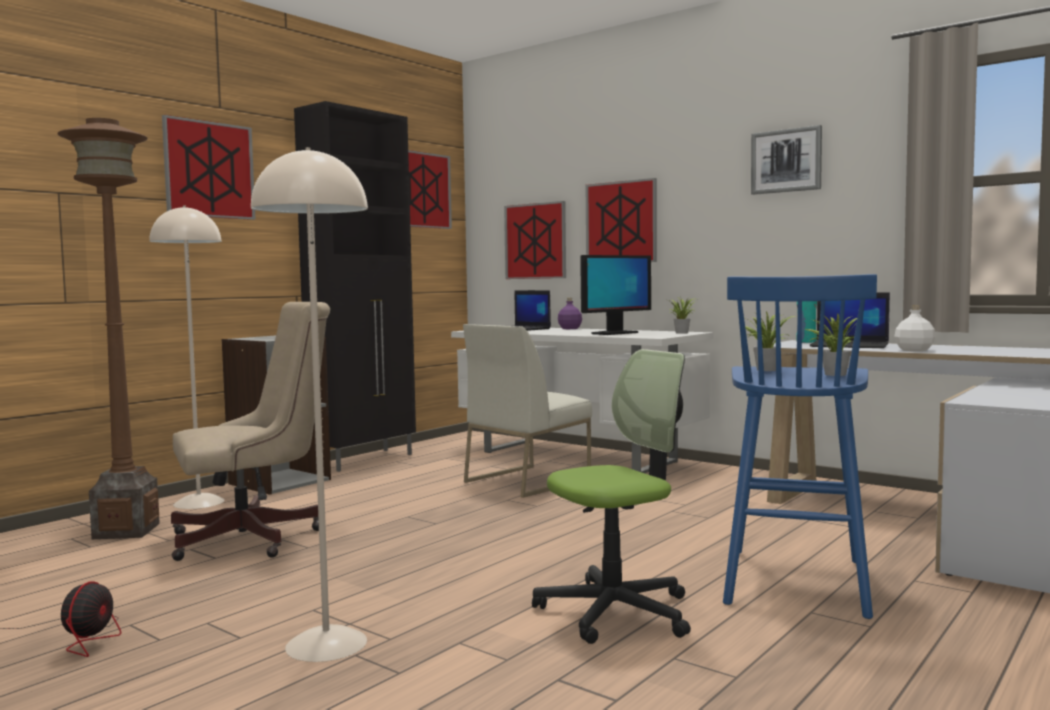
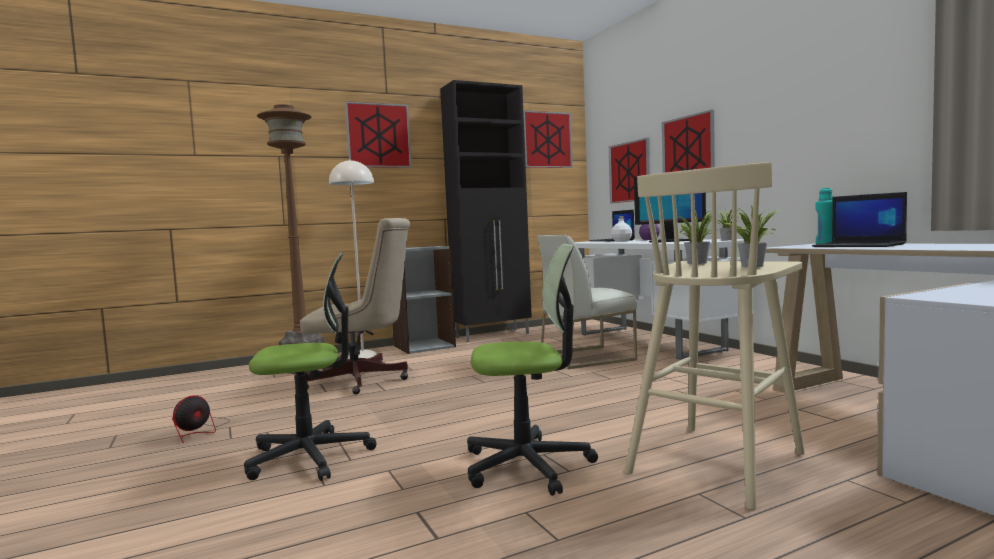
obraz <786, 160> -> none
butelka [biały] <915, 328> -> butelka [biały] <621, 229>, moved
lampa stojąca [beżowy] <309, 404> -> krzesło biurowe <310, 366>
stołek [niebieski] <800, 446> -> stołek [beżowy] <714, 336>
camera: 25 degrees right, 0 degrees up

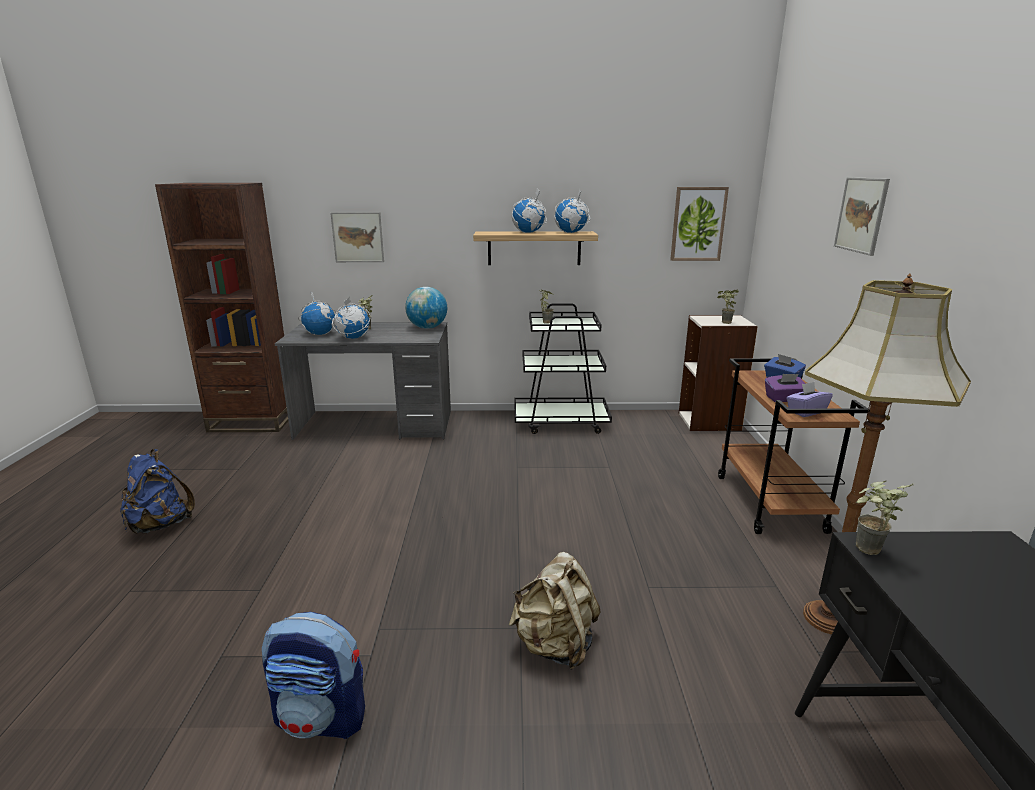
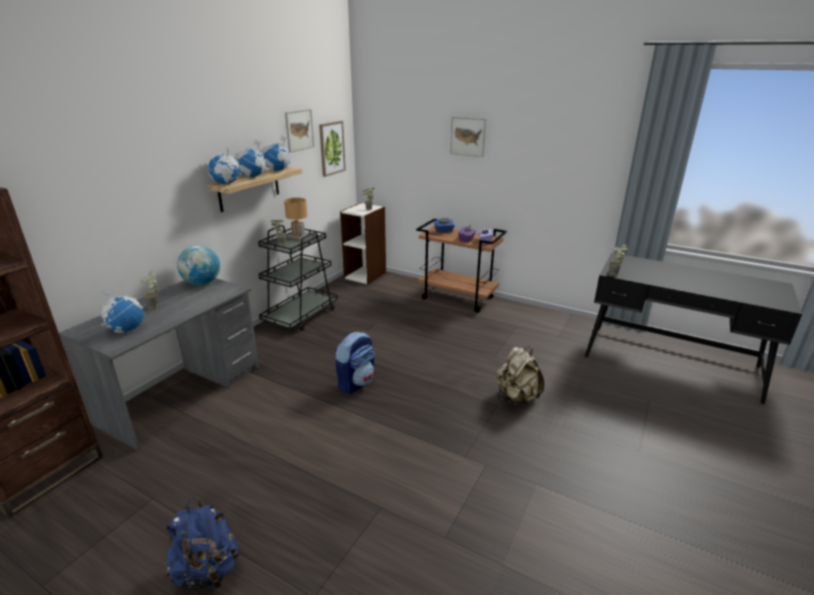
lampa stojąca <887, 454> -> none
none -> lampa stołowa [brązowy] <296, 219>
plecak <313, 675> -> plecak <355, 363>, moved
obraz <357, 237> -> obraz <299, 131>, moved
globus <351, 318> -> globus <224, 165>, moved
camera: 60 degrees left, 5 degrees up

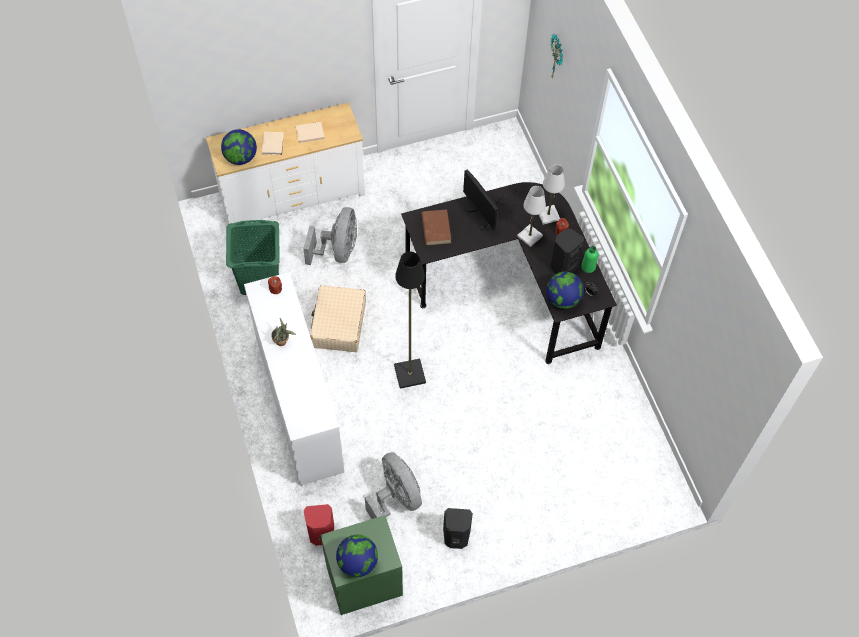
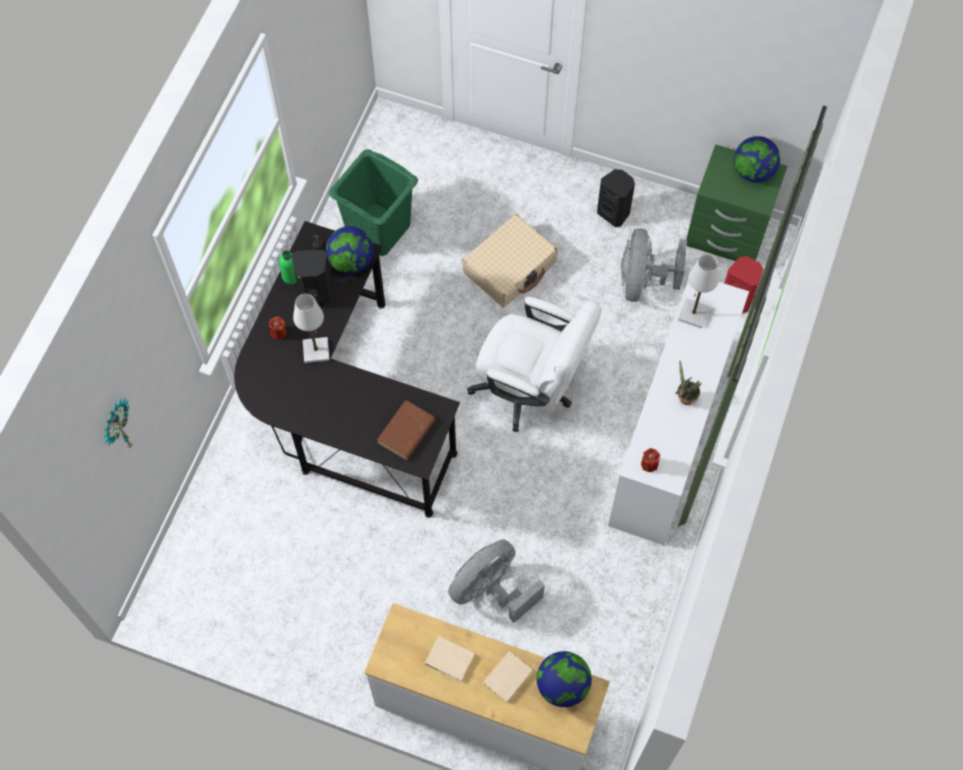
monitor <493, 200> -> none
kosz na pranie [zielony] <253, 257> -> kosz na pranie [zielony] <373, 202>, moved
walizka [beżowy] <338, 318> -> walizka [beżowy] <510, 260>, moved
lampa stołowa [biały] <552, 194> -> lampa stołowa [biały] <698, 291>, moved
lampa stojąca [czarny] <410, 320> -> krzesło biurowe [biały] <534, 364>
camera: 140 degrees left, 5 degrees up

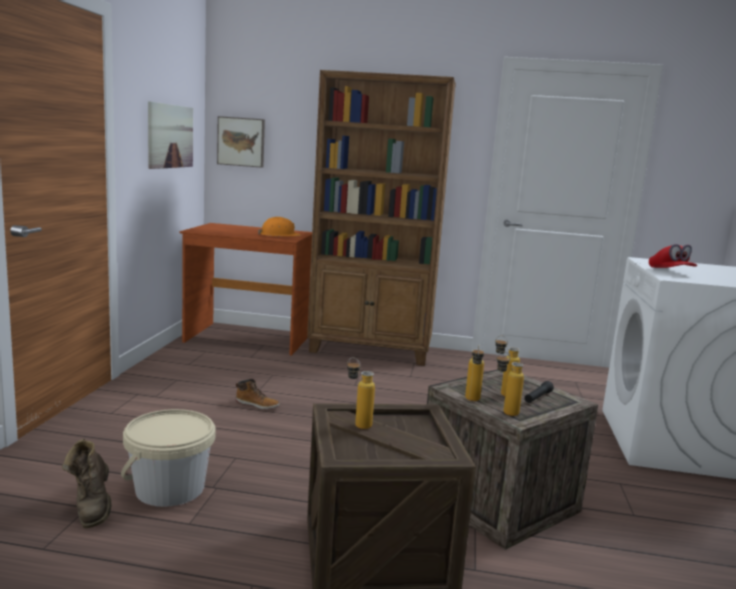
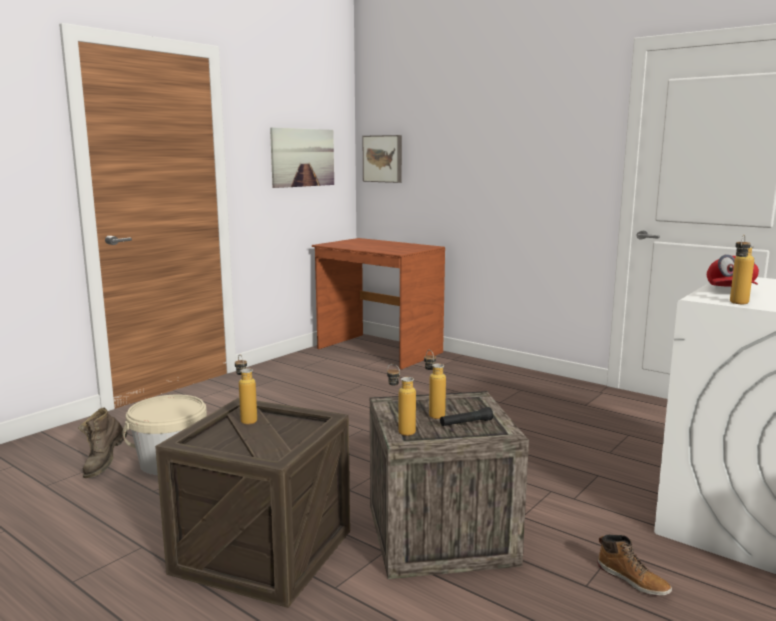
kask [pomarańczowy] <279, 226> -> none
regał [brązowy] <381, 218> -> none
but z cholewką <258, 394> -> but z cholewką <634, 565>, moved
butelka <474, 373> -> butelka <742, 269>, moved
camera: 30 degrees right, 0 degrees up

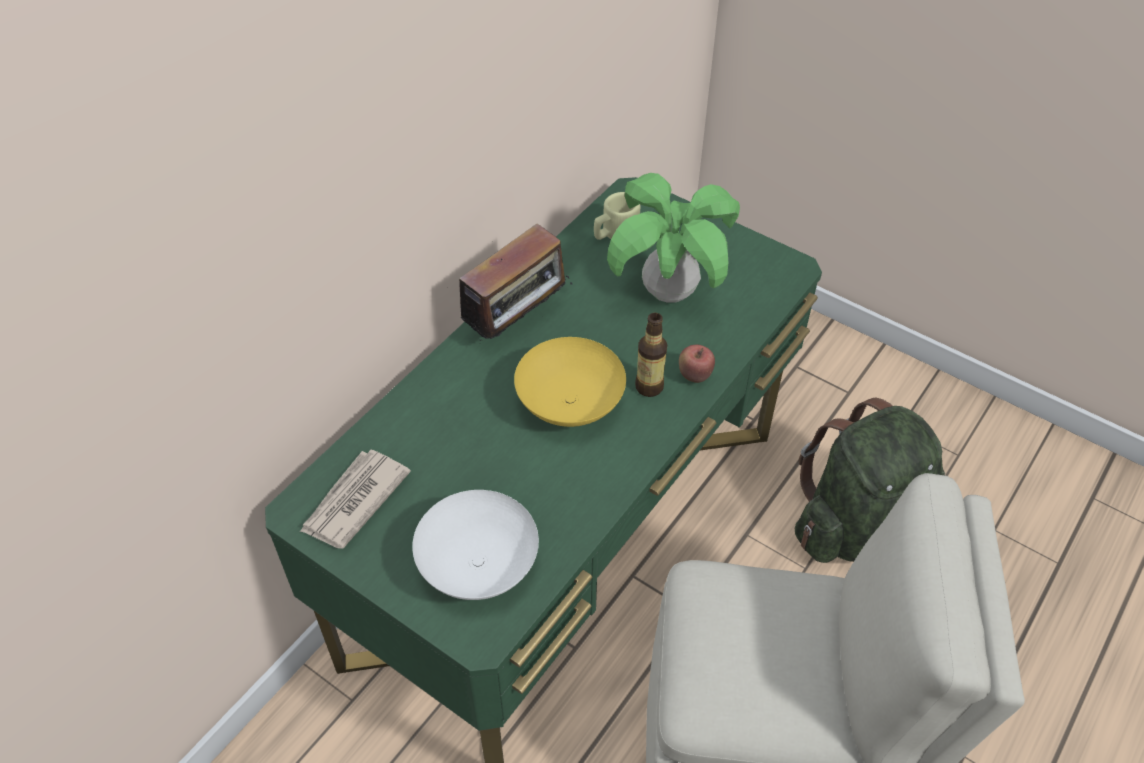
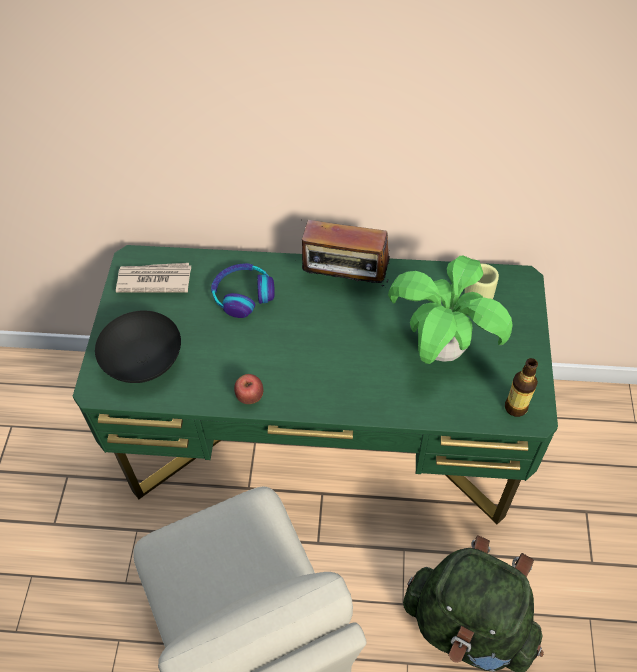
miska [żółty] <570, 382> -> none
none -> słuchawki <243, 290>
butelka <651, 355> -> butelka <521, 387>, moved
jabłko <697, 364> -> jabłko <248, 389>, moved
miska [biały] <475, 545> -> miska [czarny] <138, 347>
camera: 60 degrees right, 5 degrees up

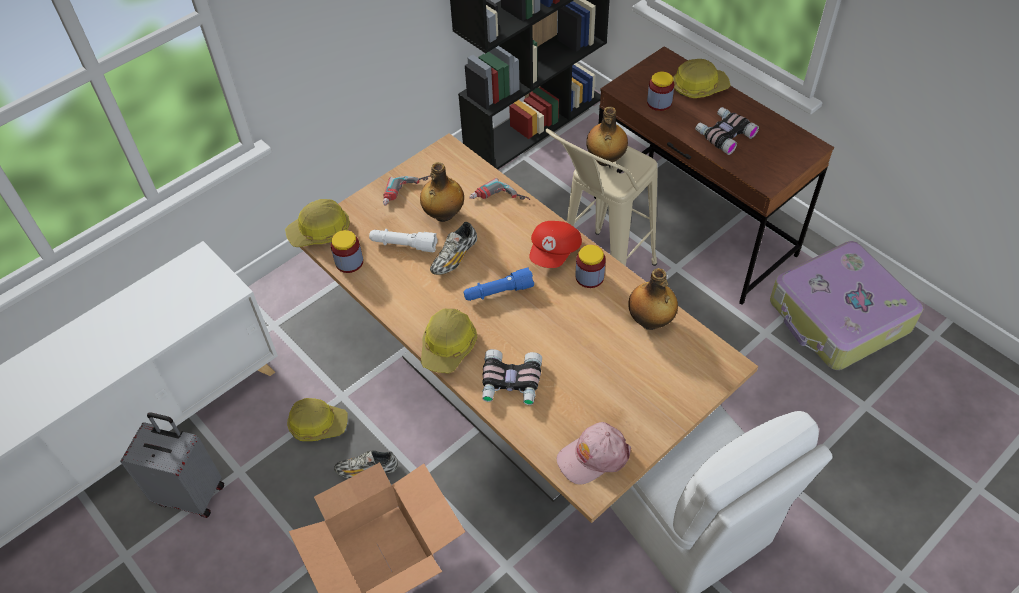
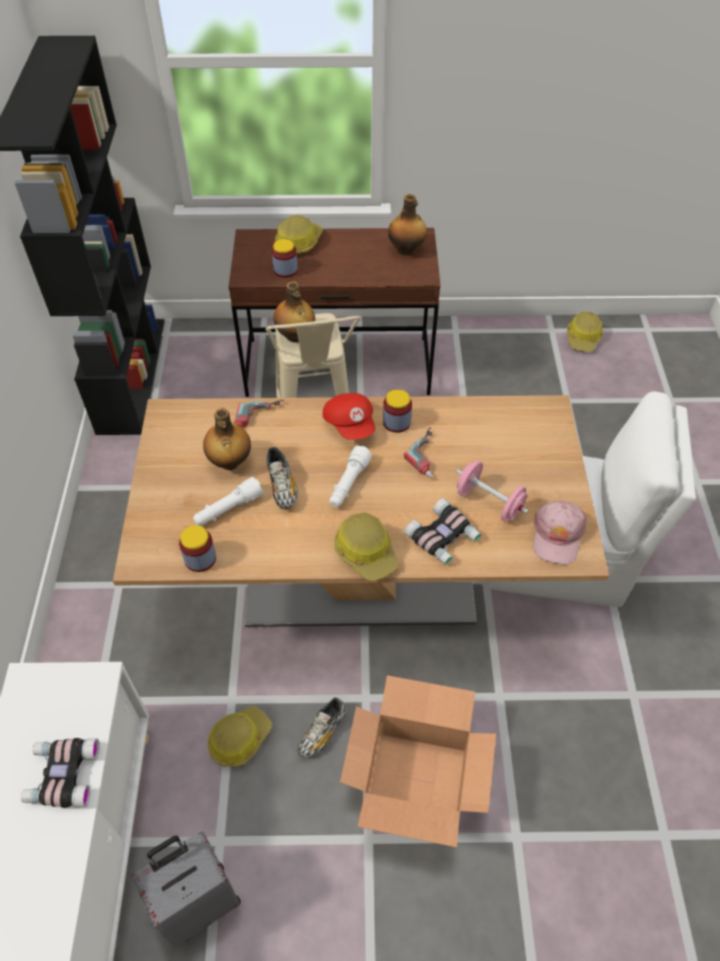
walizka <846, 305> -> none
none -> hantel [różowy] <492, 491>
kask <317, 223> -> kask <585, 332>, moved
wiertarka <407, 190> -> wiertarka <419, 452>, moved
butelka <653, 299> -> butelka <407, 224>, moved
lornetka <727, 131> -> lornetka <60, 773>, moved
latarka [niebieski] <499, 284> -> latarka [biały] <351, 476>
camera: 50 degrees left, 0 degrees up

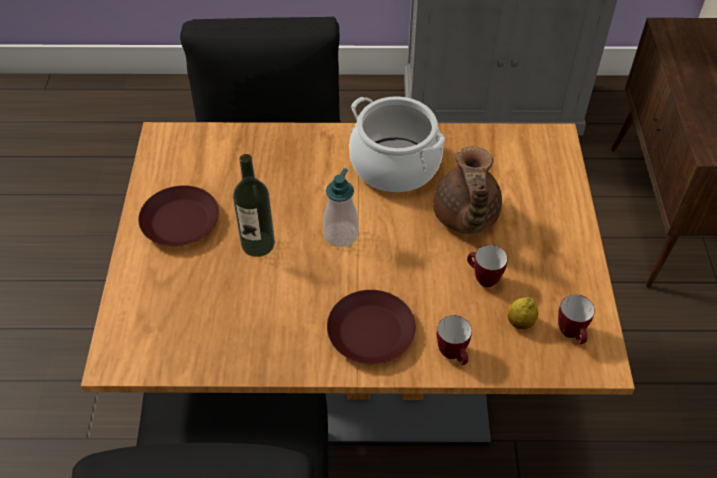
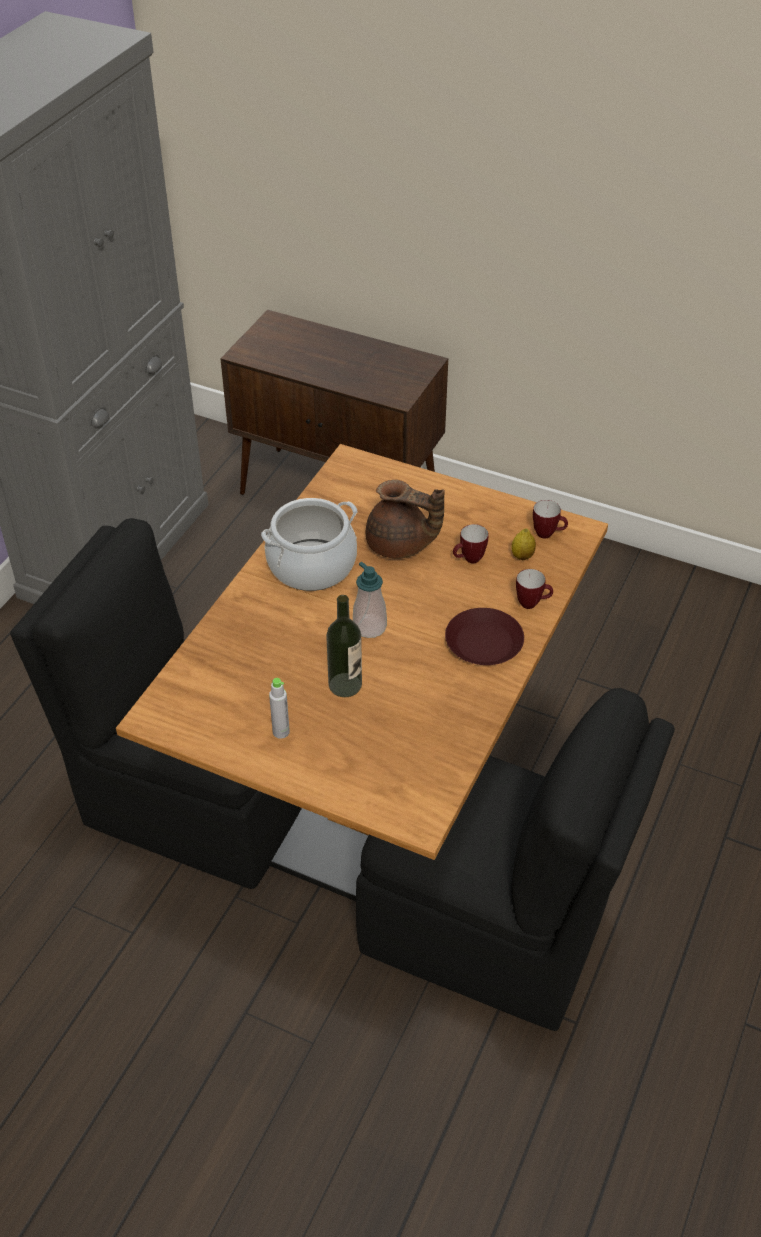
talerz [brązowy] <178, 215> -> butelka [szary] <279, 708>
camera: 65 degrees left, 5 degrees down

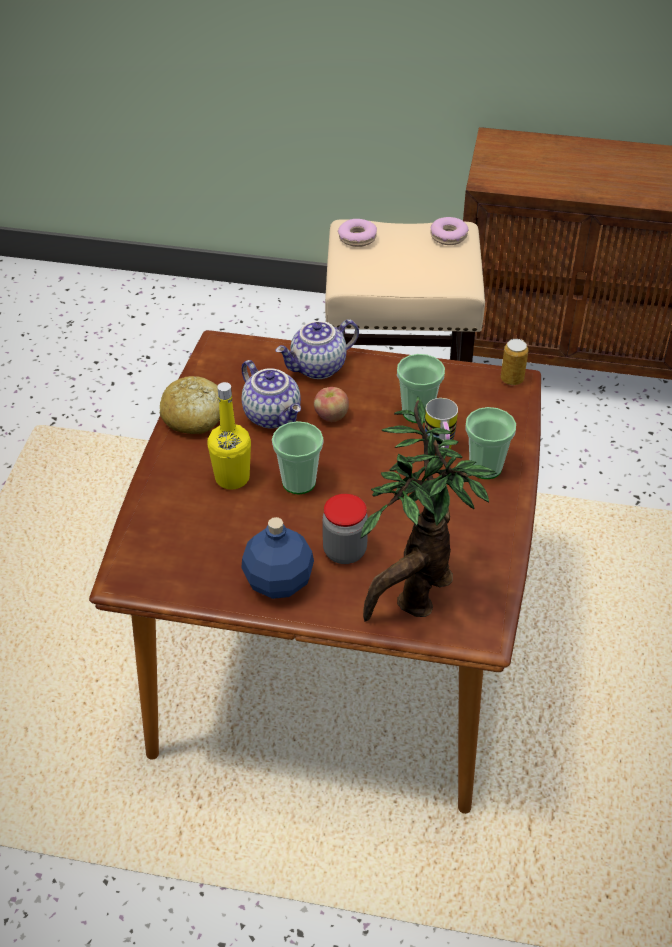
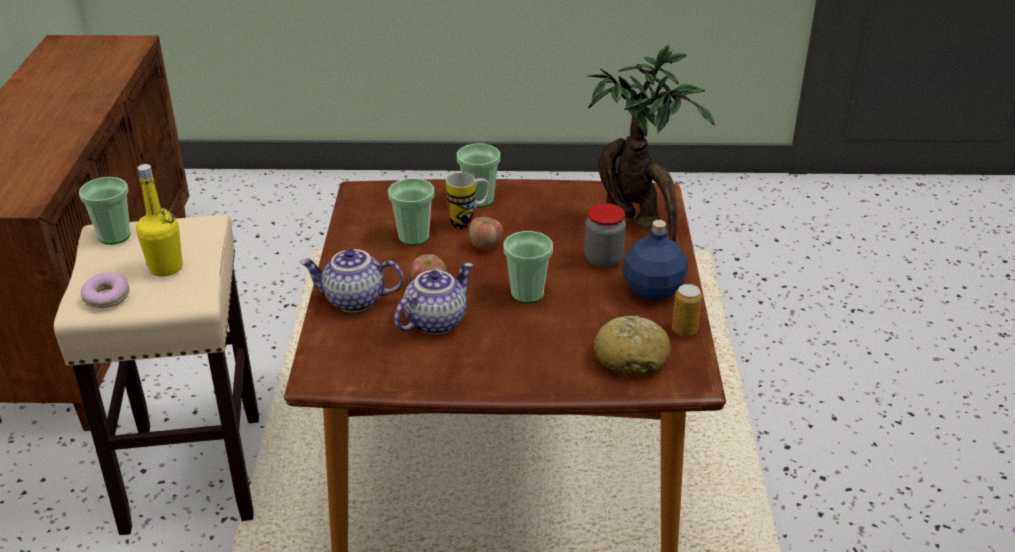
none -> jabłko <486, 233>
chleb <190, 405> -> chleb <632, 346>, moved
butelka [żółty] <229, 436> -> butelka [żółty] <159, 220>, moved
puszka <514, 362> -> puszka <687, 310>, moved
donut <449, 231> -> filiżanka <105, 211>
imbryk <317, 349> -> imbryk <352, 281>, 135 degrees clockwise
camera: 100 degrees left, 10 degrees down

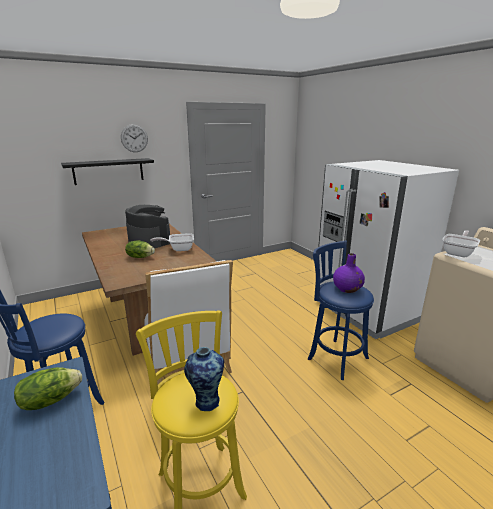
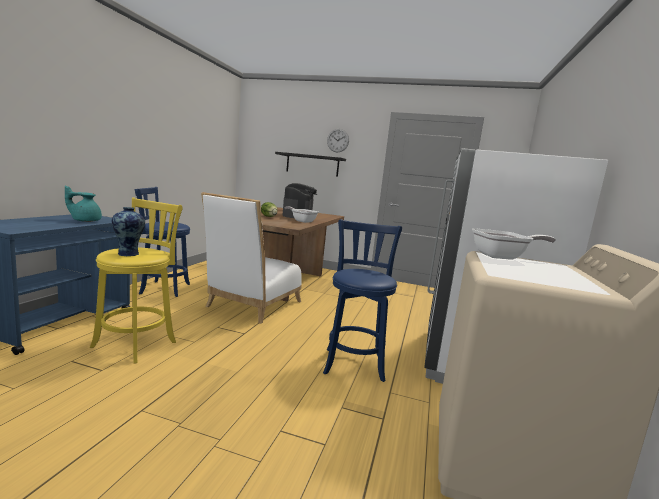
wazon [fioletowy] <349, 273> -> none
sałata <48, 388> -> imbryk [turkusowy] <83, 203>
camera: 45 degrees right, 10 degrees down

